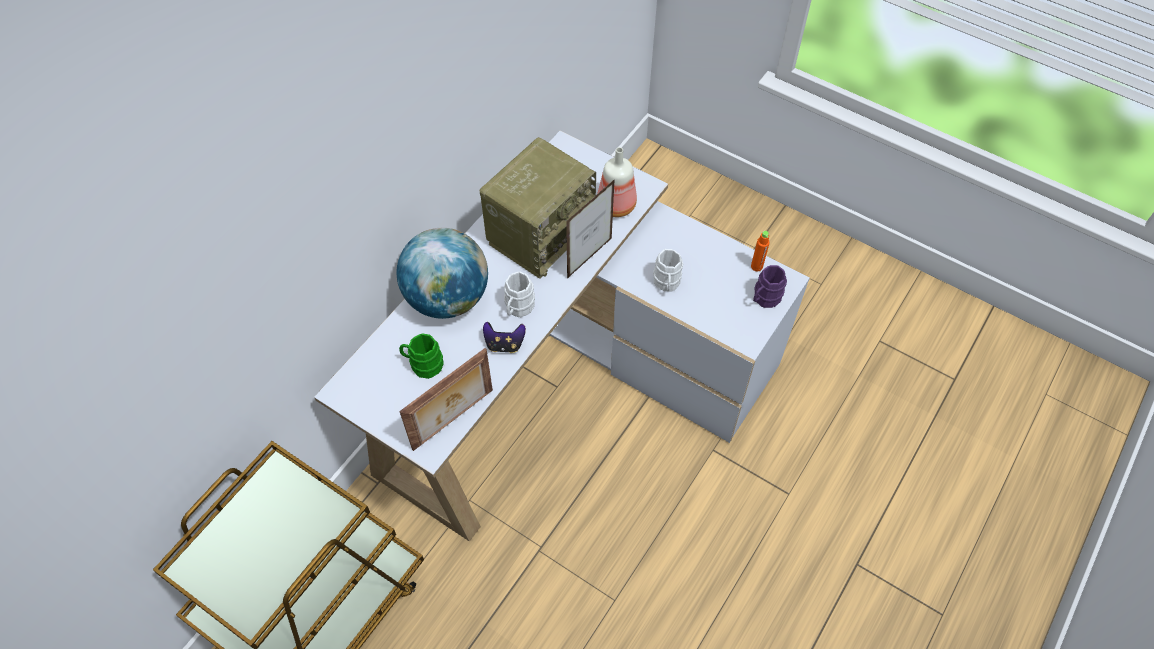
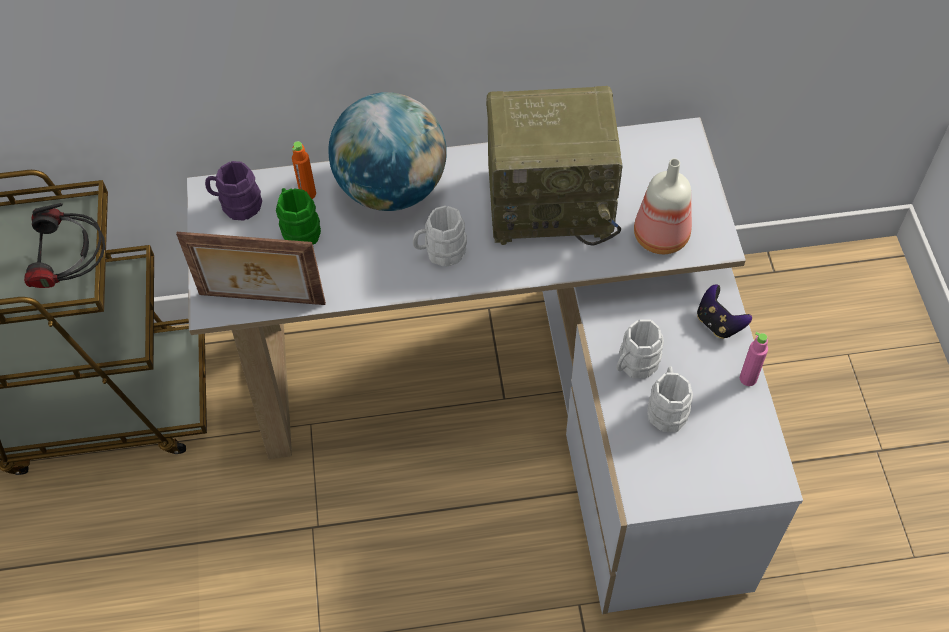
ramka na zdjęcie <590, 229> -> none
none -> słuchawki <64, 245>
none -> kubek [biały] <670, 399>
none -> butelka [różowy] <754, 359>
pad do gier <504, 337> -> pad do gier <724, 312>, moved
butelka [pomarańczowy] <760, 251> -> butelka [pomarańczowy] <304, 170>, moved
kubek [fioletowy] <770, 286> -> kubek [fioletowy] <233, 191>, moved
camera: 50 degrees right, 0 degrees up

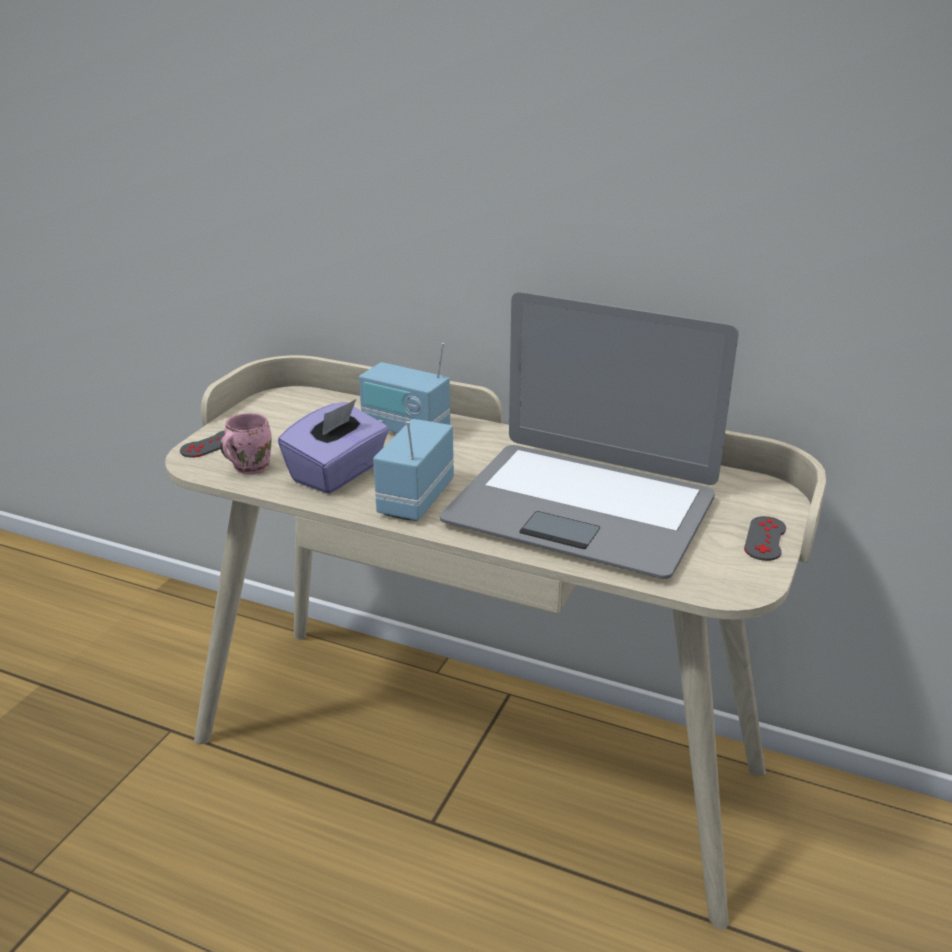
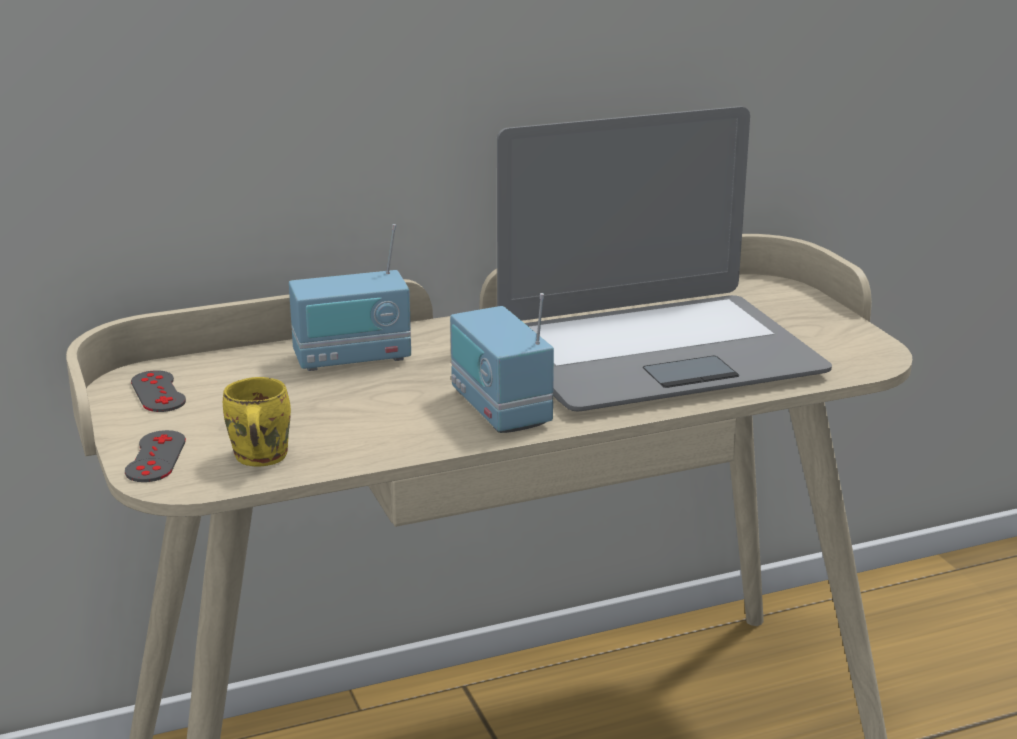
pudełko chusteczek [fioletowy] <333, 446> -> none
pad do gier [szary] <765, 538> -> pad do gier [szary] <158, 391>, moved
kubek [różowy] <246, 444> -> kubek [żółty] <257, 422>
camera: 45 degrees left, 5 degrees down

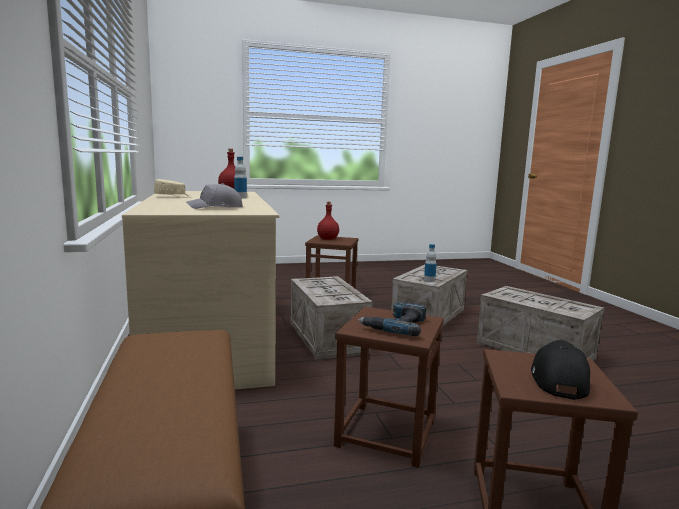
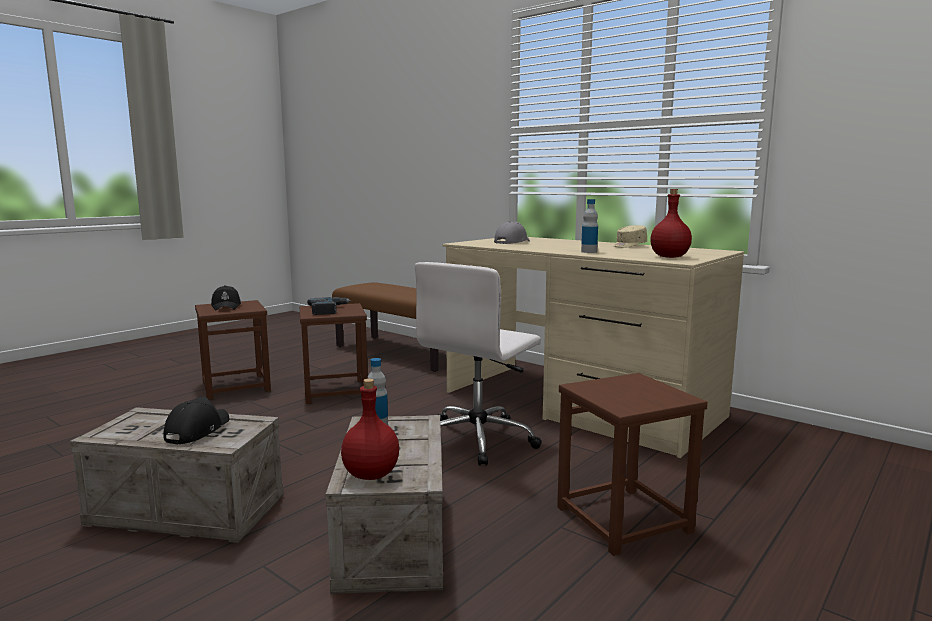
none -> czapka z daszkiem [czarny] <196, 421>
butelka [czerwony] <328, 221> -> butelka [czerwony] <370, 429>, moved
skrzynka <332, 318> -> krzesło biurowe [biały] <478, 364>
camera: 145 degrees right, 0 degrees up

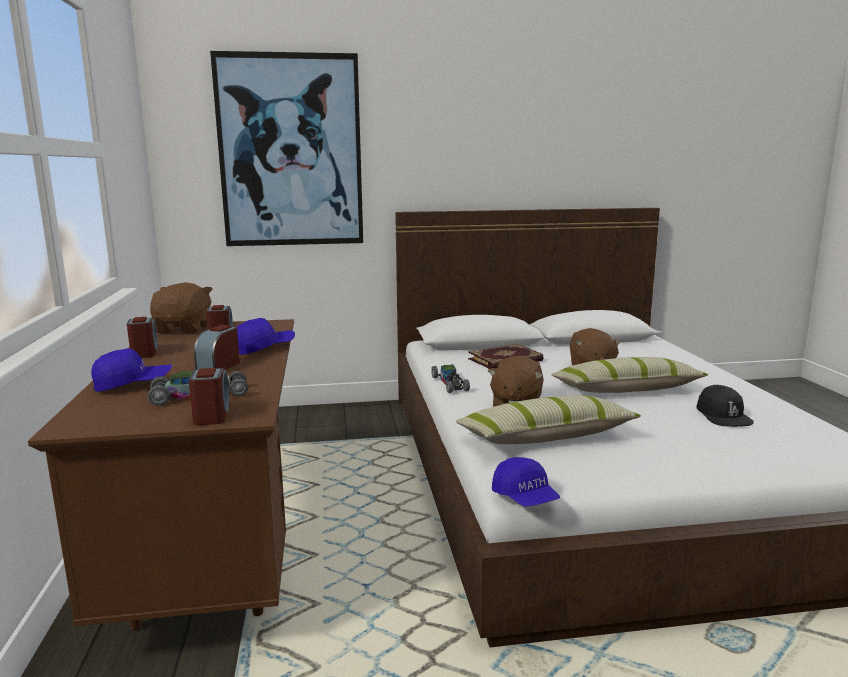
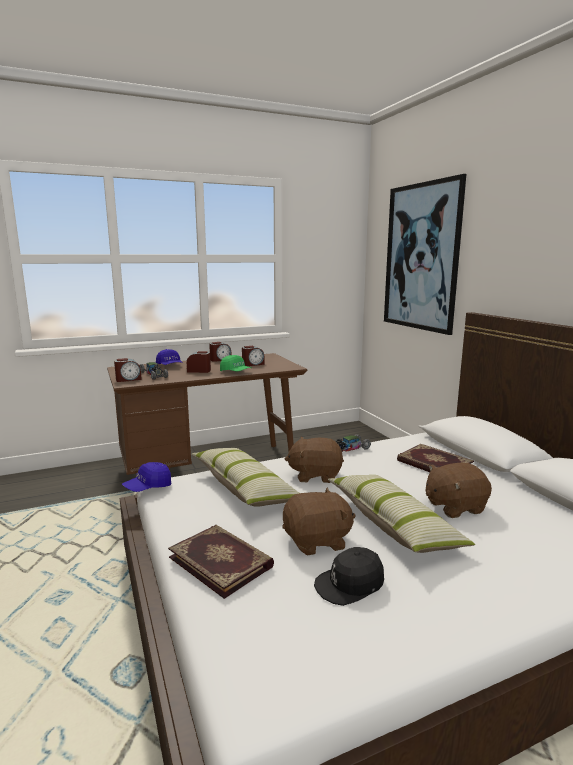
none -> książka <221, 562>
pluszak [brązowy] <181, 308> -> pluszak [brązowy] <319, 522>, moved
czapka z daszkiem [niebieski] <266, 336> -> czapka z daszkiem [zielony] <236, 363>
camera: 75 degrees right, 0 degrees up

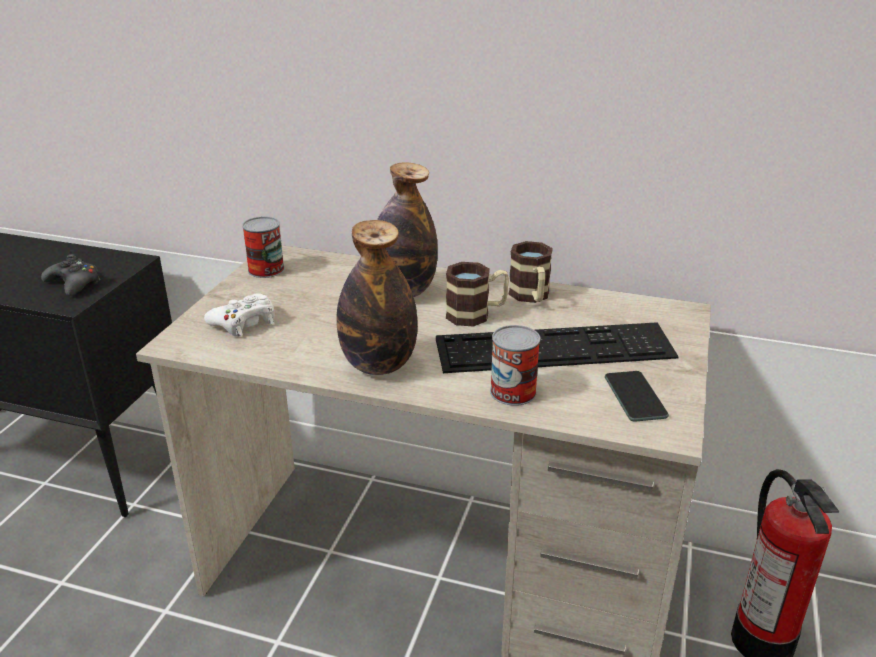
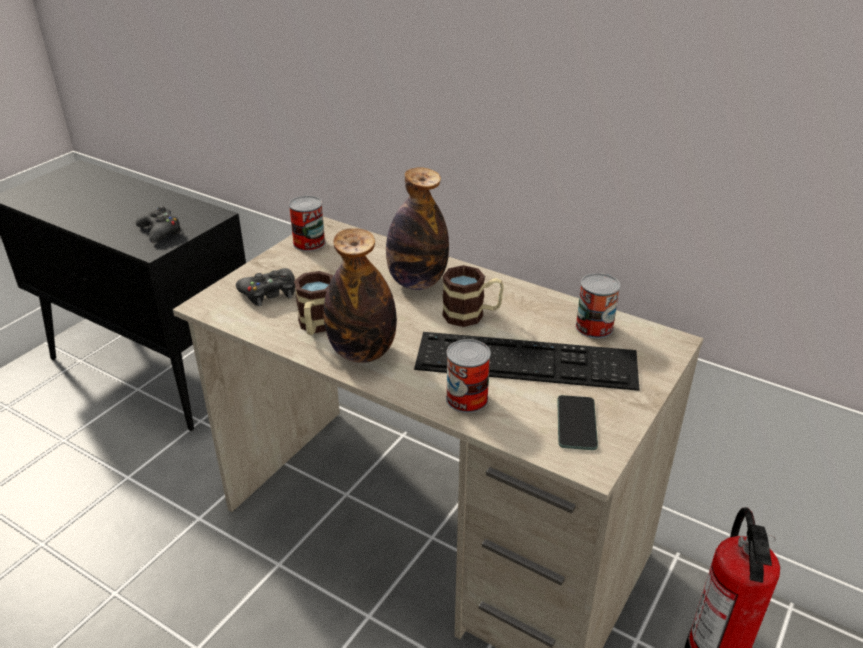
none -> puszka <597, 306>
kubek <530, 272> -> kubek <313, 303>, moved
pad do gier [biały] <239, 314> -> pad do gier [czarny] <265, 287>
camera: 15 degrees right, 5 degrees up

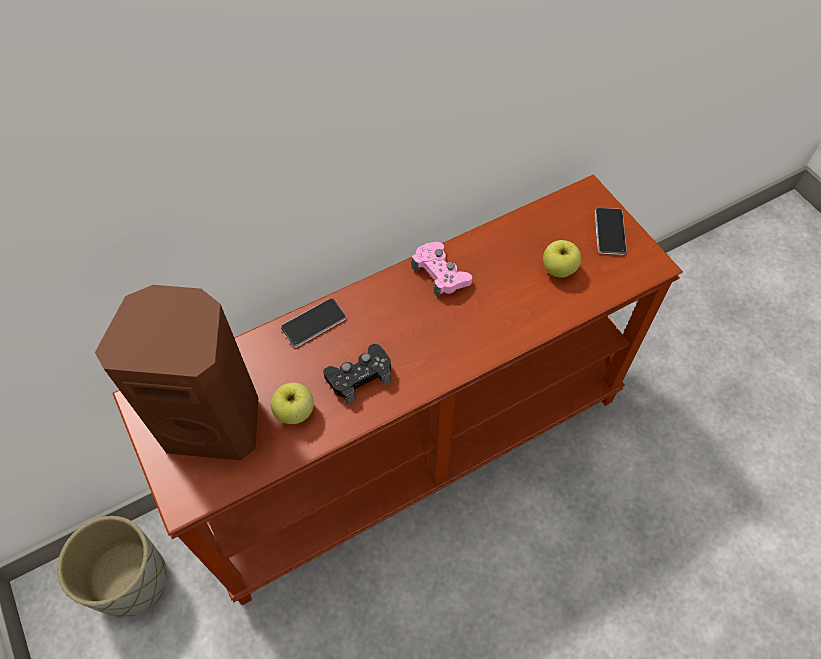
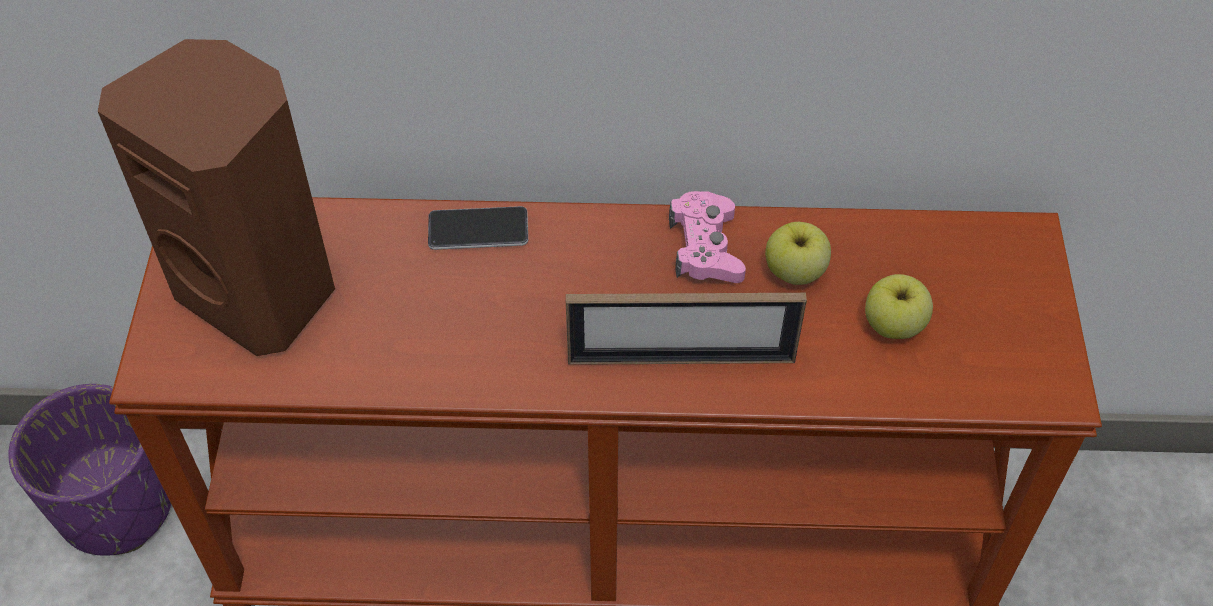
pad do gier [czarny] <357, 374> -> none
telefon <611, 231> -> none
none -> ramka na zdjęcie <686, 329>
jabłko <292, 403> -> jabłko <798, 253>, moved
donica [szary] <112, 567> -> donica [fioletowy] <89, 470>
camera: 30 degrees right, 5 degrees down

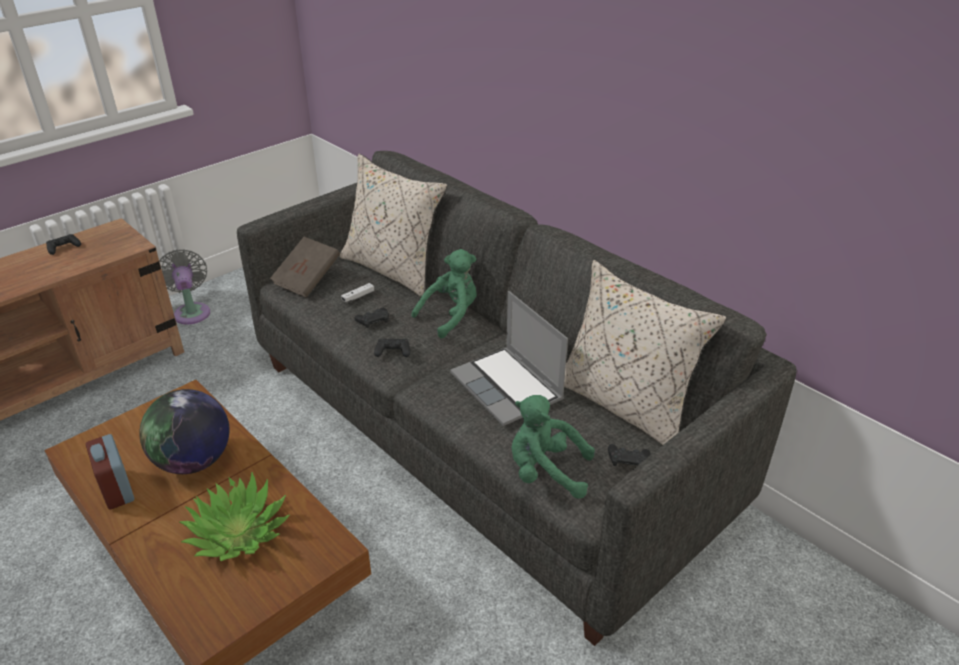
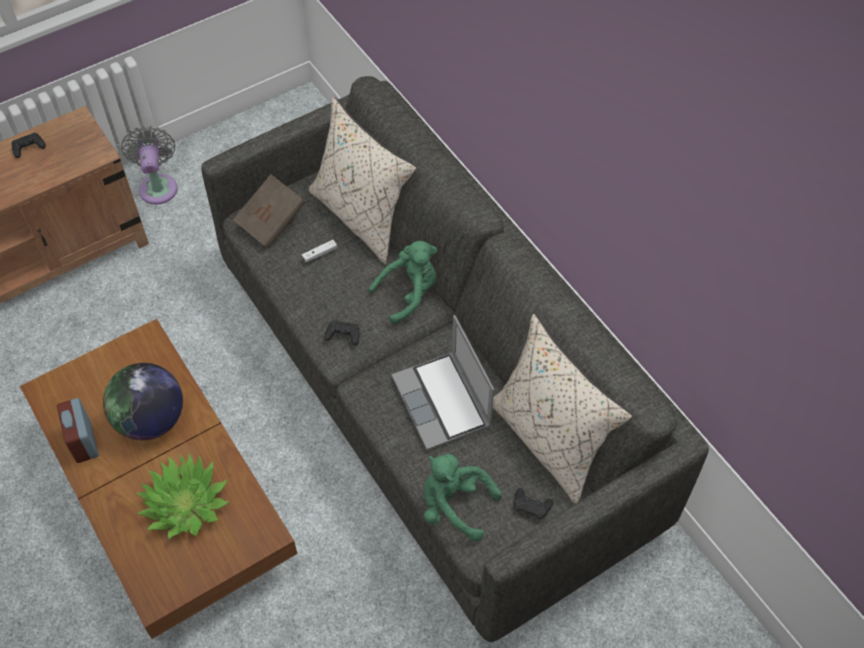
pad do gier [czarny] <371, 318> -> none
camera: 10 degrees right, 20 degrees up

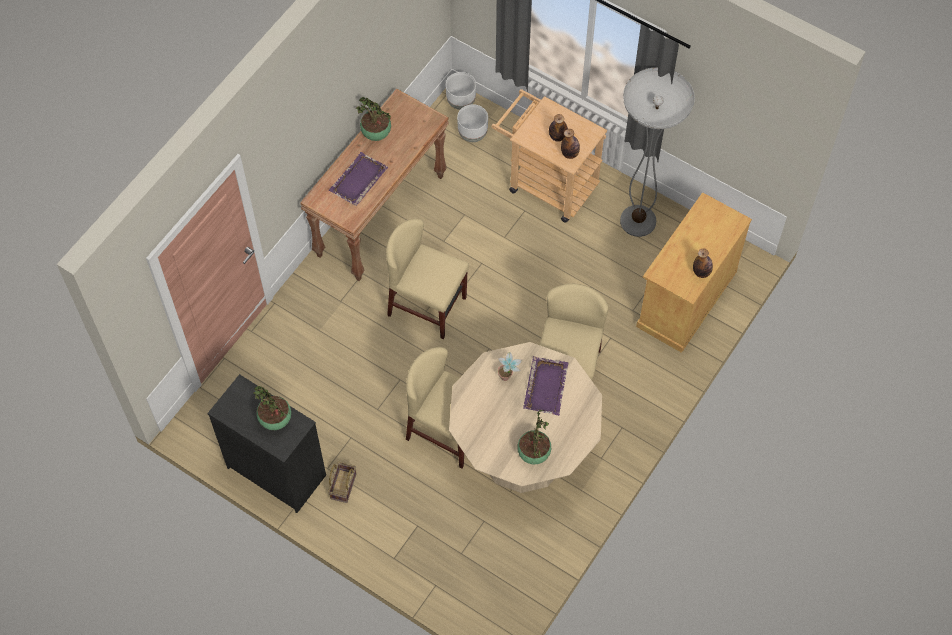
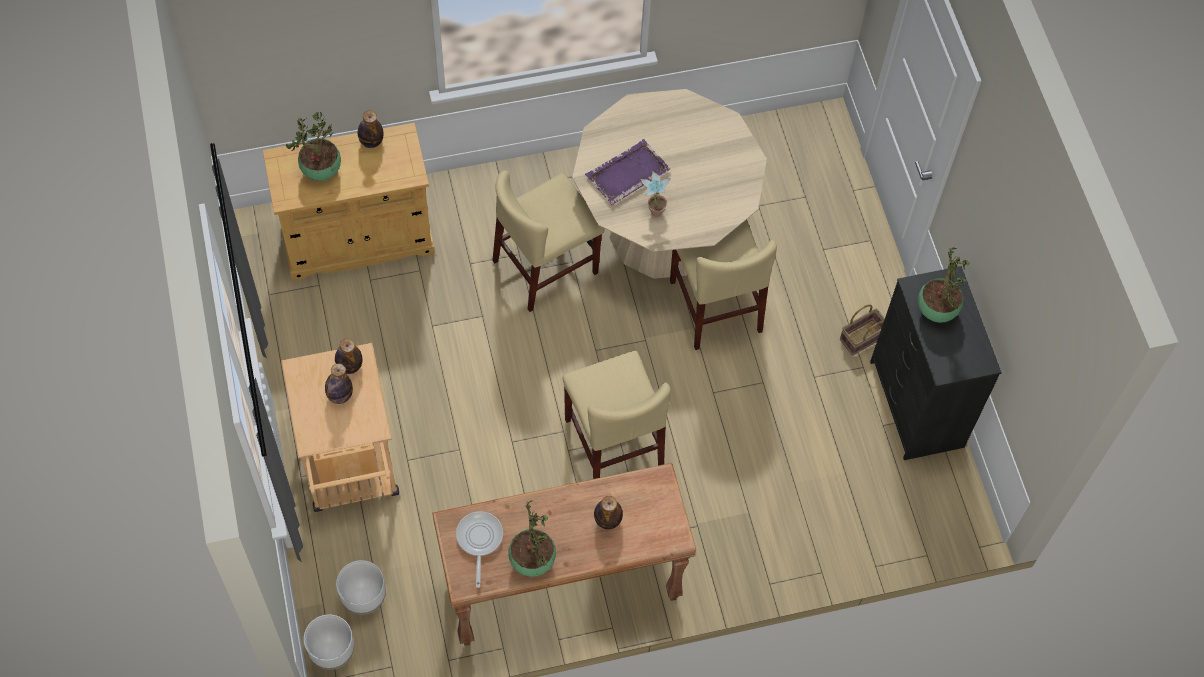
lampa stojąca <657, 152> -> none
none -> patelnia <479, 549>
roślina doniczkowa <534, 437> -> roślina doniczkowa <313, 146>, moved
taca [fioletowy] <358, 179> -> butelka <608, 512>
camera: 140 degrees left, 0 degrees up

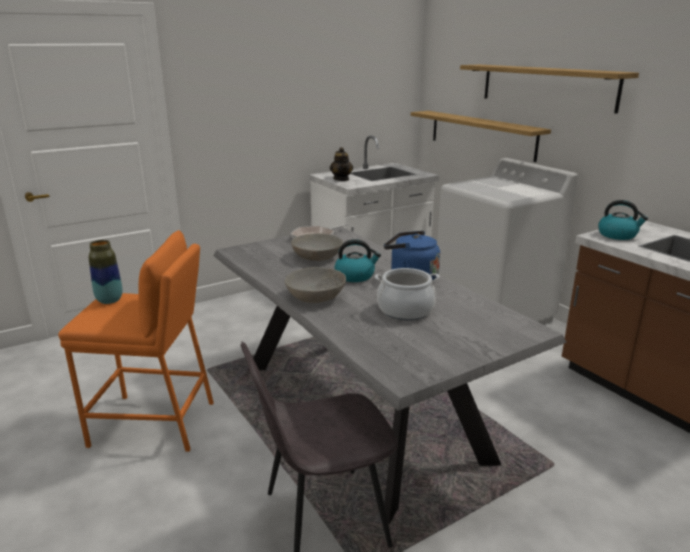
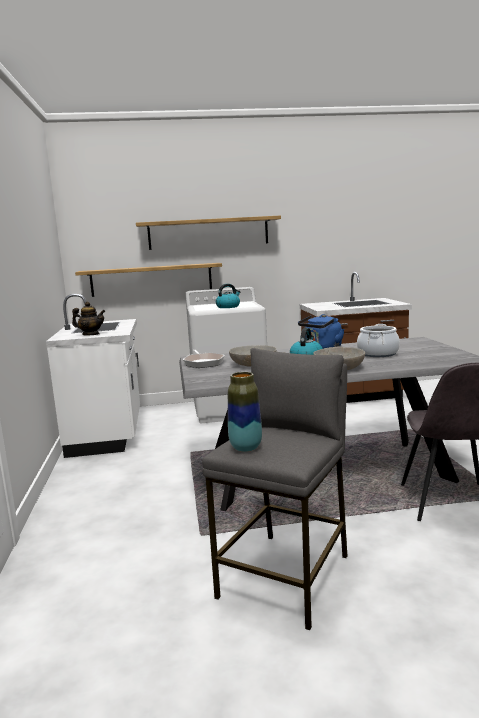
czajnik <623, 220> -> czajnik <228, 296>, moved
stołek [pomarańczowy] <136, 341> -> stołek [szary] <274, 489>
camera: 65 degrees left, 10 degrees down

